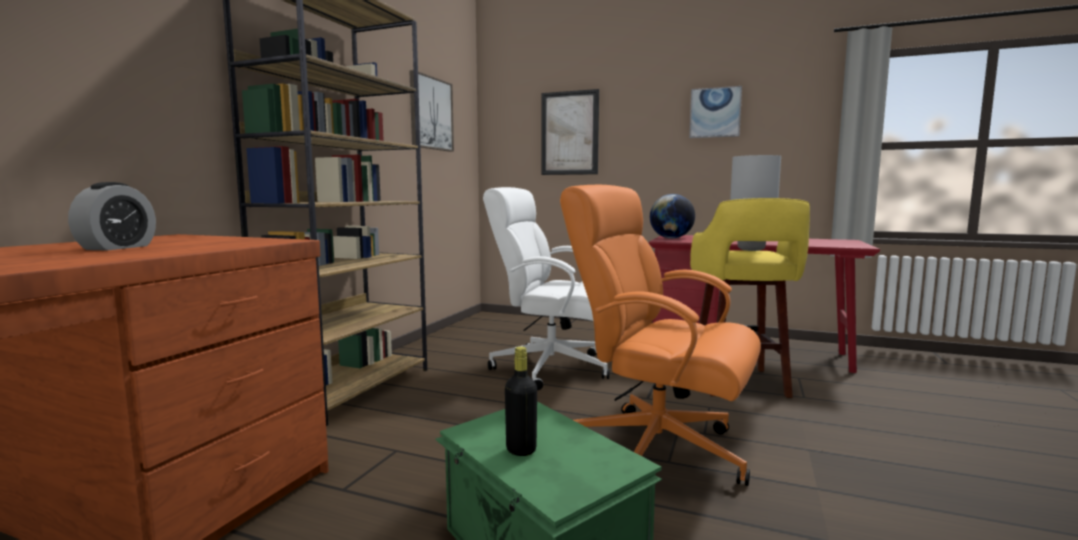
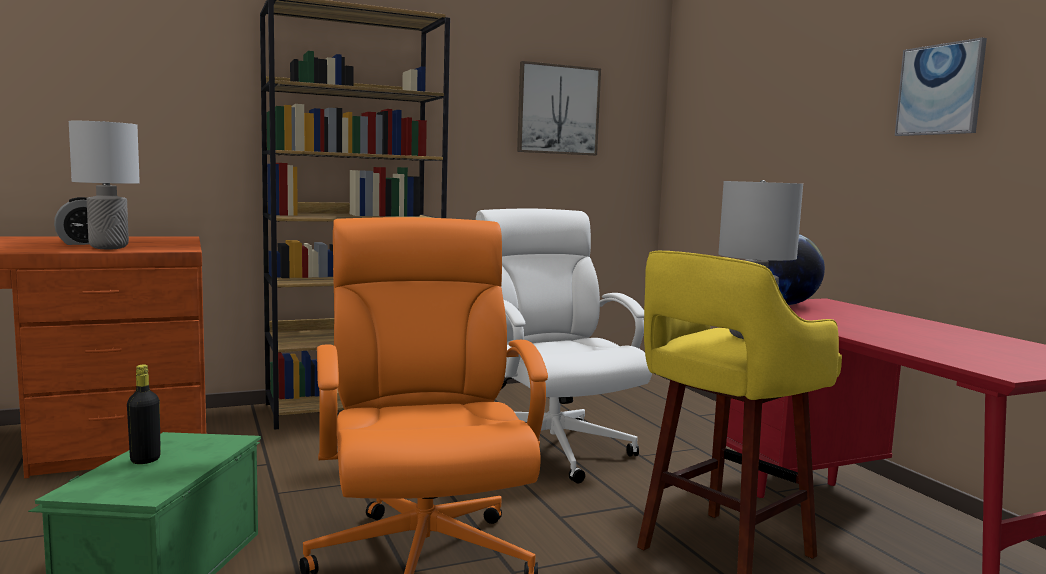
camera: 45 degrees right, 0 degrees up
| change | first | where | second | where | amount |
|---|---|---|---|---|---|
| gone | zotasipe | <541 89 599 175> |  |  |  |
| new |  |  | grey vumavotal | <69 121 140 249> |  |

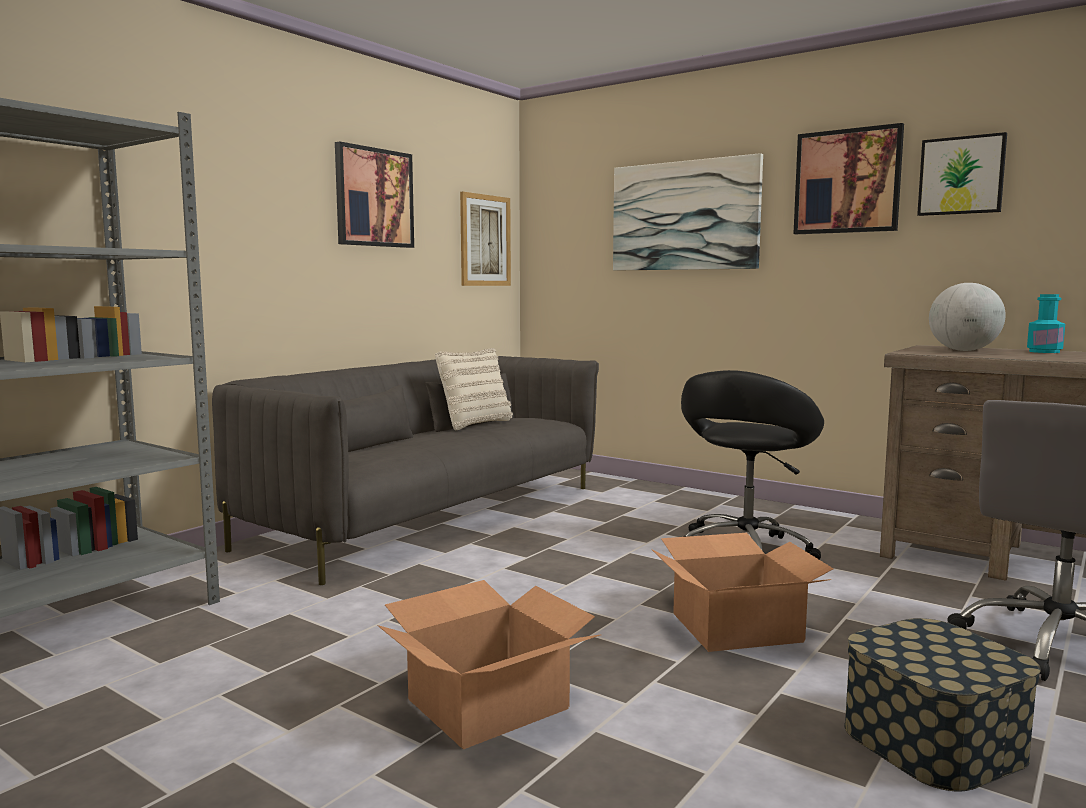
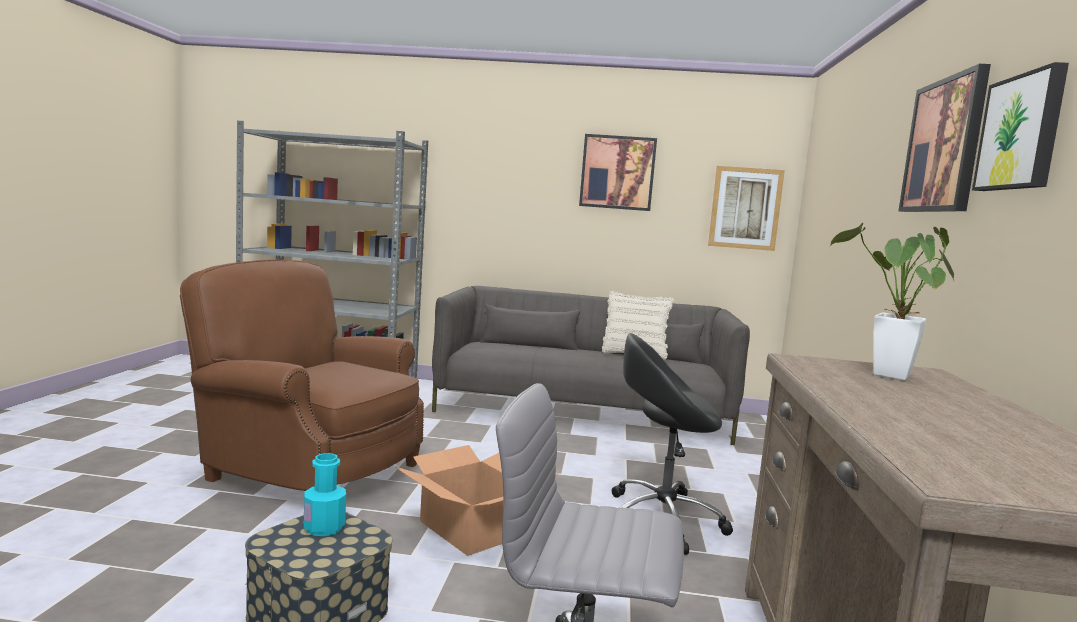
camera: 60 degrees right, 0 degrees up
| change | first | where | second | where | amount |
|---|---|---|---|---|---|
| gone | zotasipe | <613 153 763 271> |  |  |  |
| swapped | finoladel | <929 283 1006 351> | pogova | <829 223 955 381> |  |
| shifted | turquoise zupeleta | <1027 294 1065 353> |  | <304 453 346 536> |  |
| swapped | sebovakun | <377 580 600 749> | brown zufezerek | <180 260 424 491> |  |

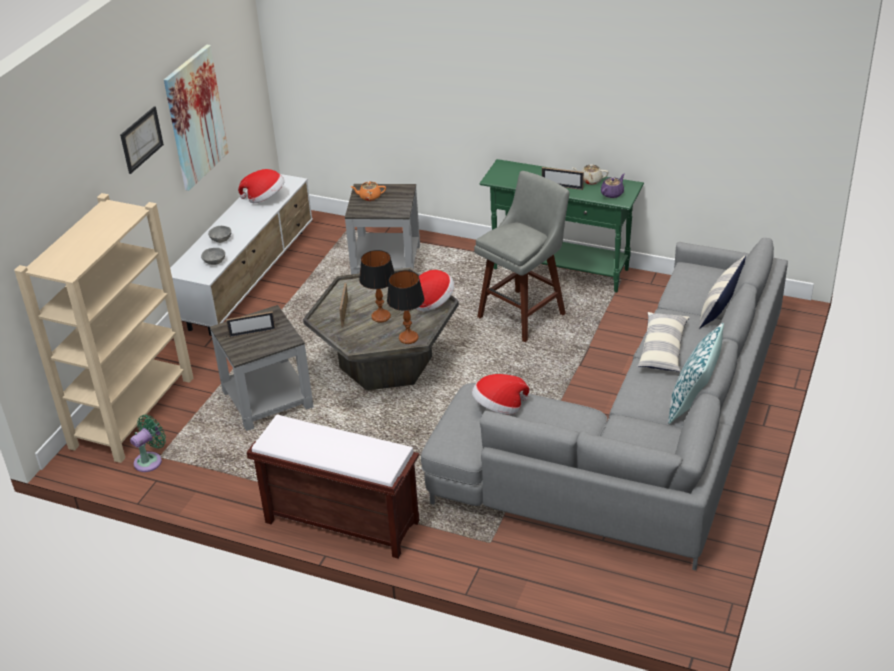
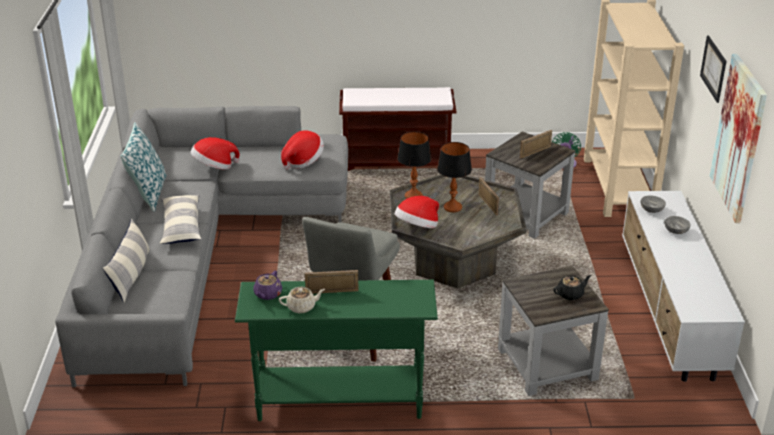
camera: 155 degrees right, 5 degrees down
| change | first | where | second | where | amount |
|---|---|---|---|---|---|
| shifted | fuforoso | <238 169 285 203> |  | <191 137 240 169> |  |
| repainted | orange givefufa | <351 182 386 201> | black givefufa | <553 275 591 300> |  |

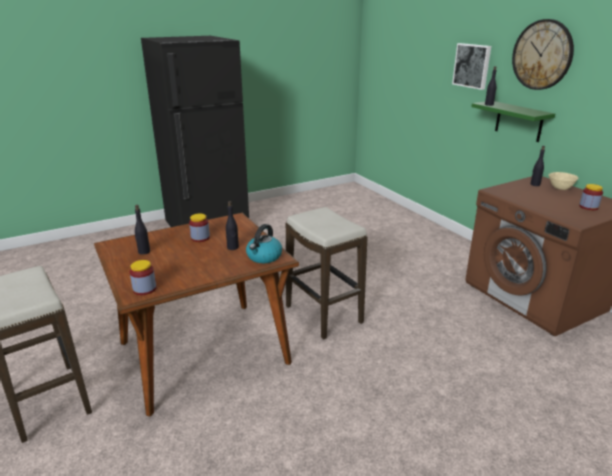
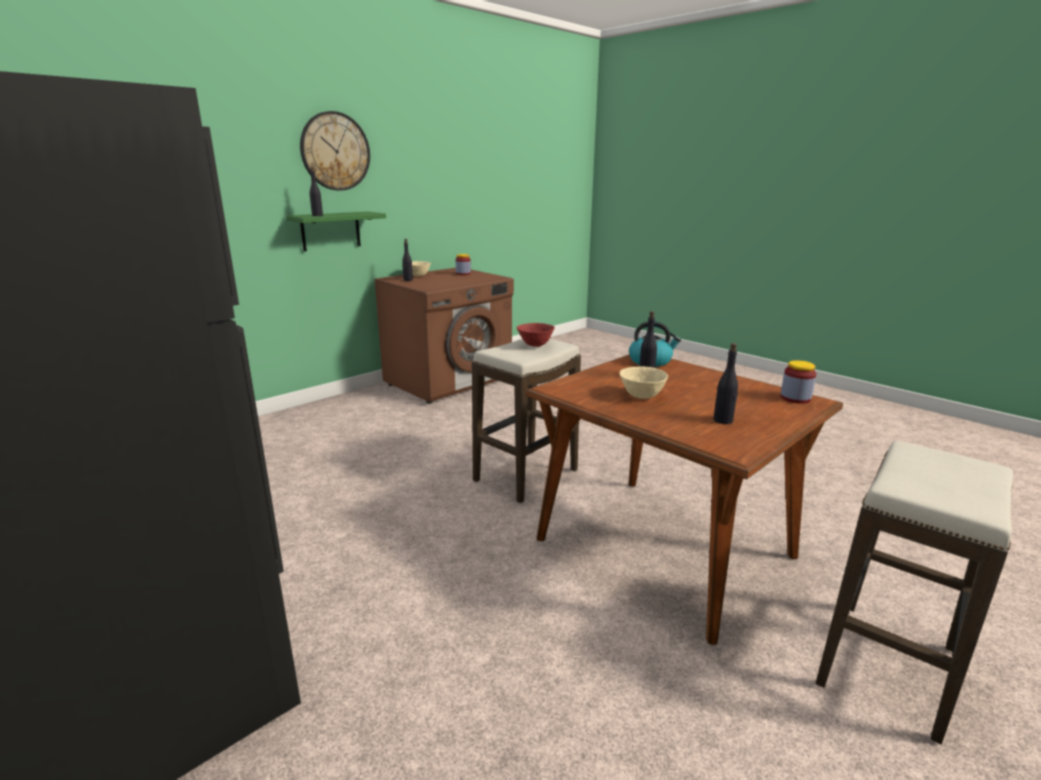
camera: 105 degrees left, 5 degrees down
| change | first | where | second | where | amount |
|---|---|---|---|---|---|
| gone | zotasipe | <452 43 491 90> |  |  |  |
| swapped | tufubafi | <189 214 210 242> | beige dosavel | <619 366 668 399> |  |
| new |  |  | red dosavel | <517 323 555 347> |  |

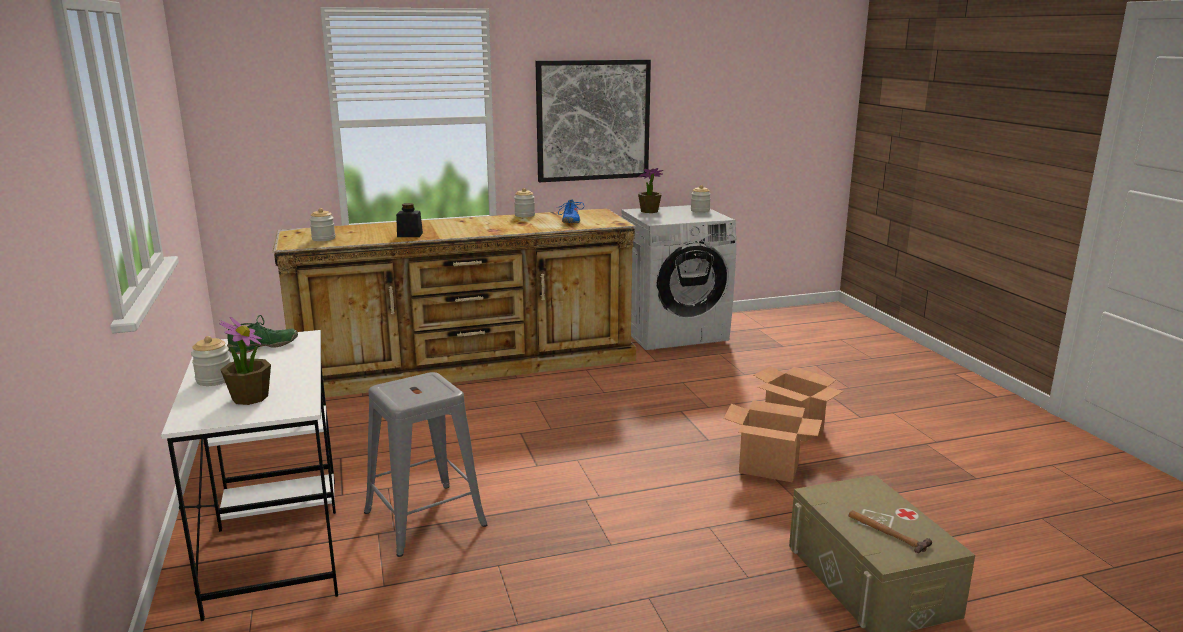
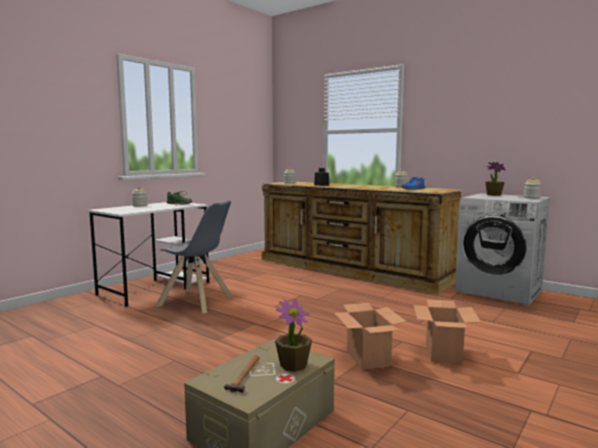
camera: 55 degrees right, 10 degrees down
| change | first | where | second | where | amount |
|---|---|---|---|---|---|
| gone | zotasipe | <535 59 651 182> |  |  |  |
| shifted | pogova | <219 317 271 405> |  | <275 299 312 372> |  |
| swapped | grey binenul | <364 372 487 557> | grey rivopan | <156 200 233 313> |  |

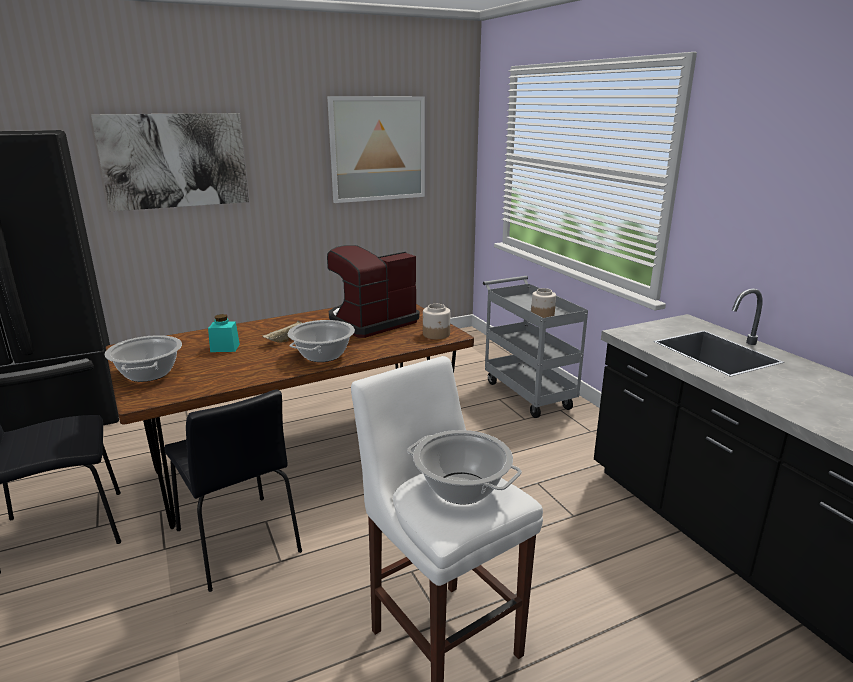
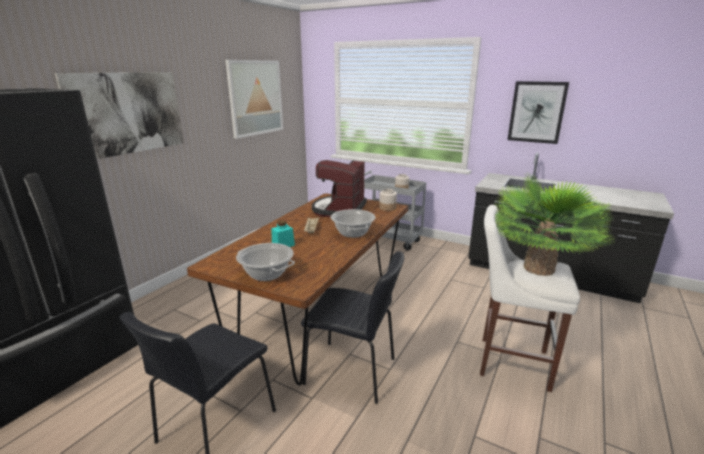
camera: 35 degrees left, 0 degrees up
| change | first | where | second | where | amount |
|---|---|---|---|---|---|
| swapped | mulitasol | <407 430 522 504> | pogova | <494 173 616 276> |  |
| new |  |  | zotasipe | <508 81 569 144> |  |

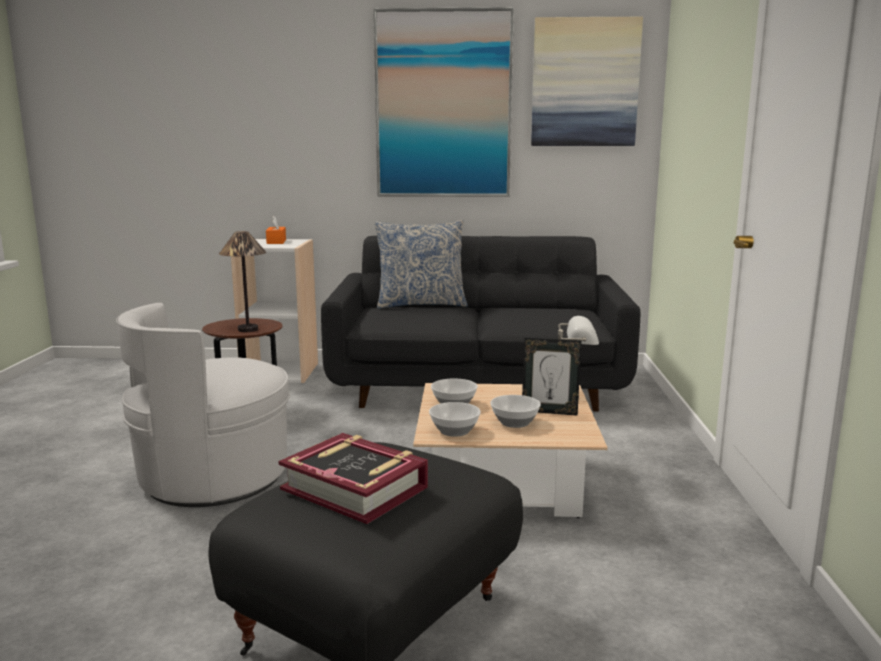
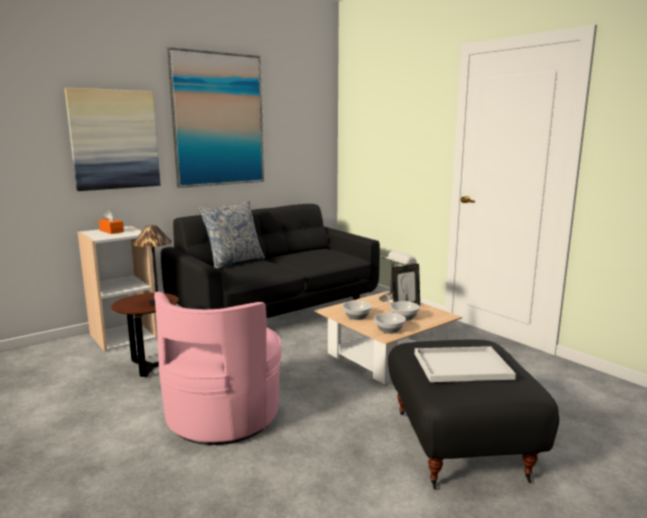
camera: 40 degrees left, 0 degrees up
| change | first | where | second | where | amount |
|---|---|---|---|---|---|
| shifted | zotasipe | <531 17 643 146> |  | <64 88 160 191> |  |
| repainted | white zufezerek | <116 303 290 507> | pink zufezerek | <154 292 282 445> |  |
| swapped | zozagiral | <279 433 428 524> | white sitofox | <415 346 516 382> |  |

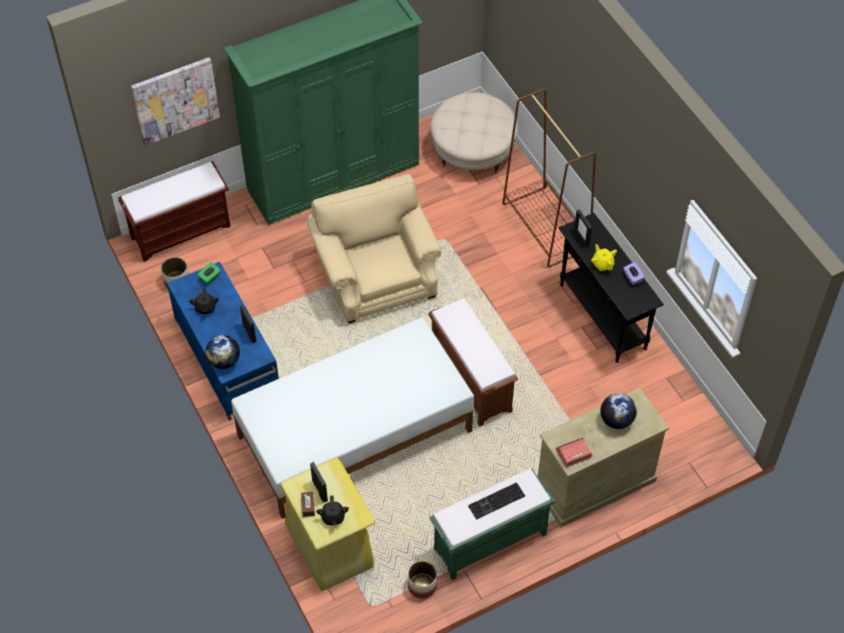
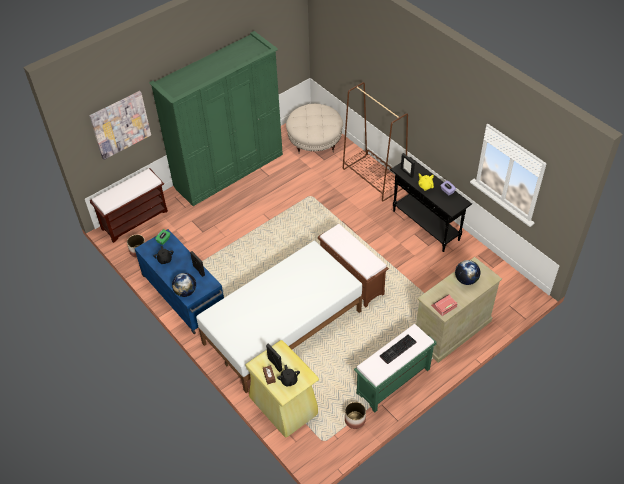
camera: 10 degrees left, 5 degrees down
| change | first | where | second | where | amount |
|---|---|---|---|---|---|
| gone | beige zufezerek | <307 174 442 324> |  |  |  |

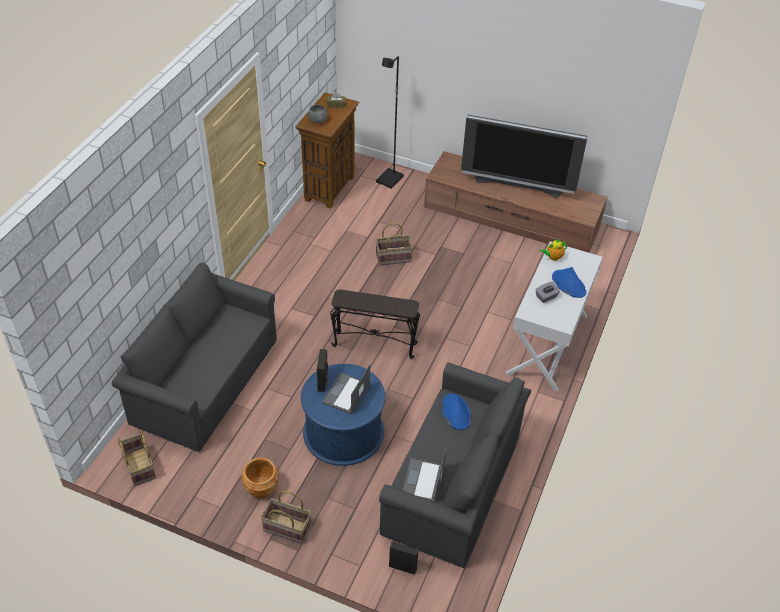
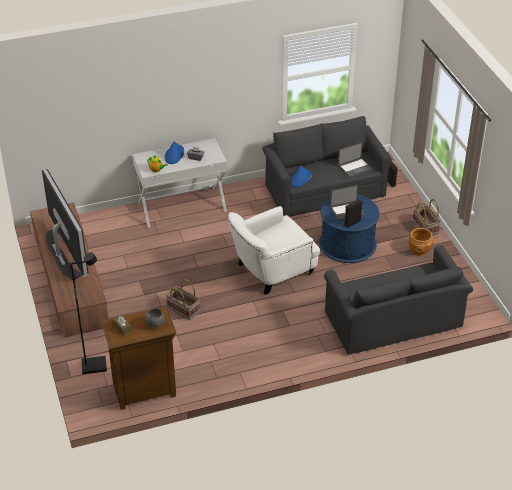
camera: 130 degrees left, 5 degrees down
| change | first | where | second | where | amount |
|---|---|---|---|---|---|
| swapped | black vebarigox | <330 289 420 359> | white zufezerek | <228 206 320 295> |  |
| gone | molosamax | <118 430 156 486> |  |  |  |

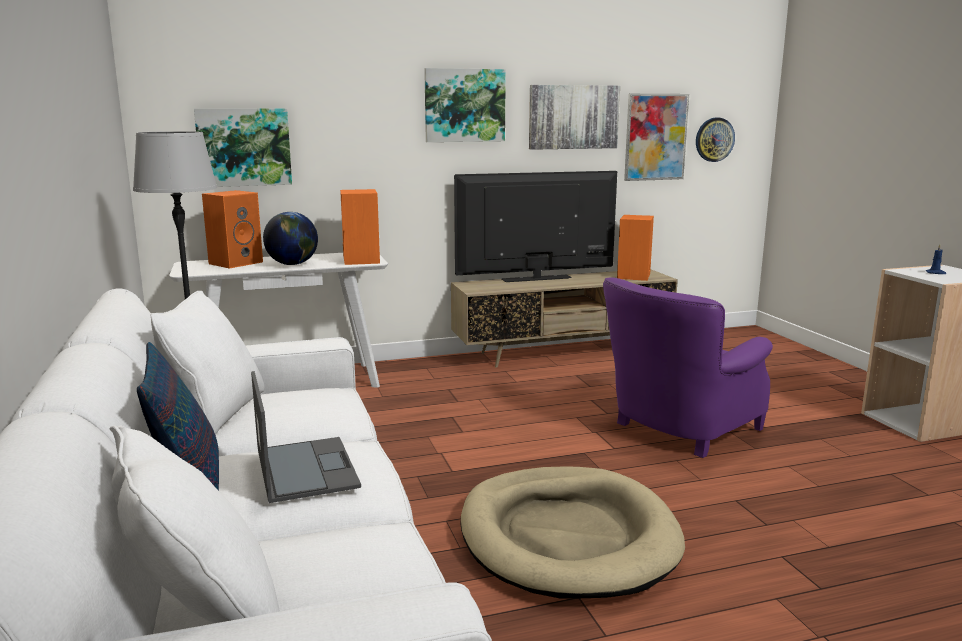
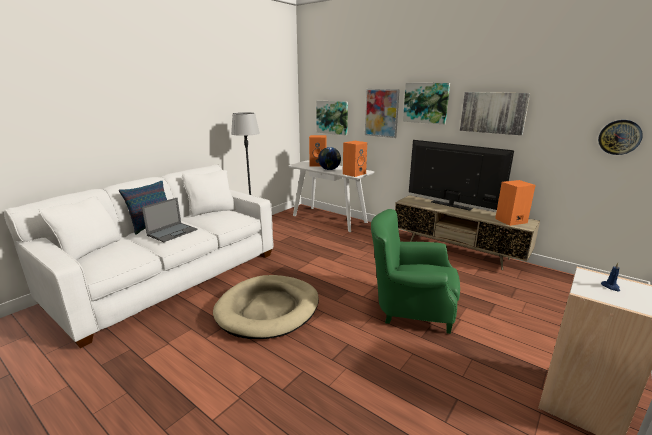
camera: 55 degrees right, 5 degrees up
| change | first | where | second | where | amount |
|---|---|---|---|---|---|
| shifted | zotasipe | <624 94 689 181> |  | <365 89 400 138> |  |
| repainted | purple zufezerek | <603 277 773 458> | green zufezerek | <371 209 460 334> |  |

